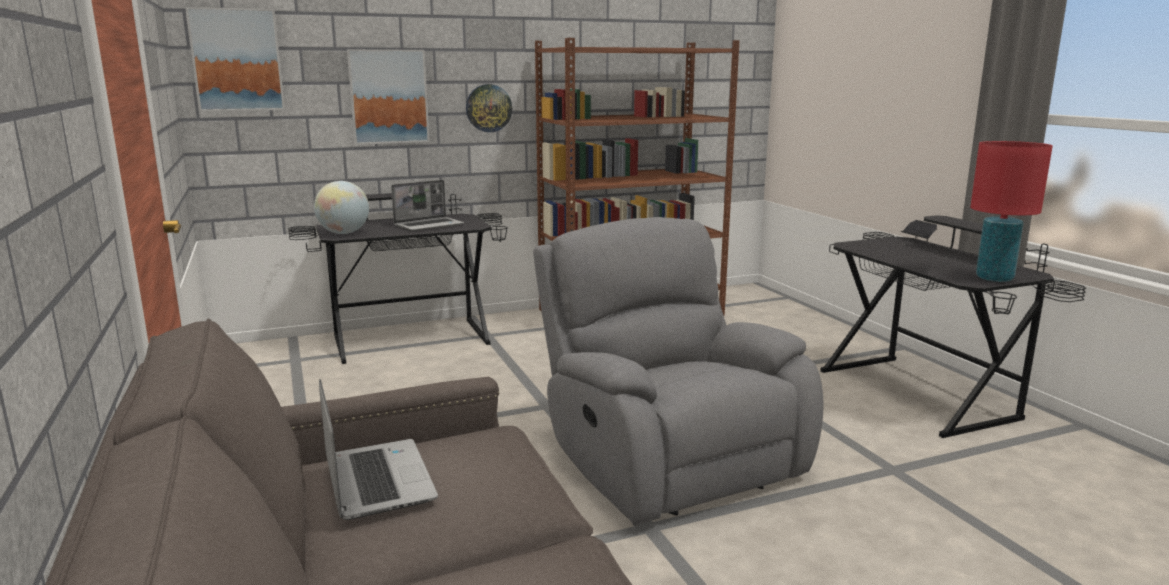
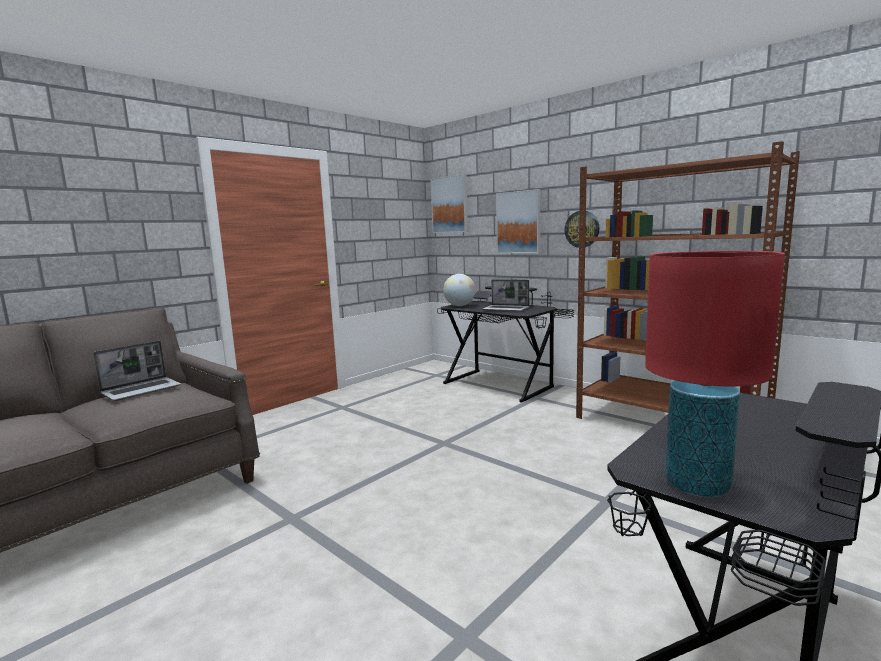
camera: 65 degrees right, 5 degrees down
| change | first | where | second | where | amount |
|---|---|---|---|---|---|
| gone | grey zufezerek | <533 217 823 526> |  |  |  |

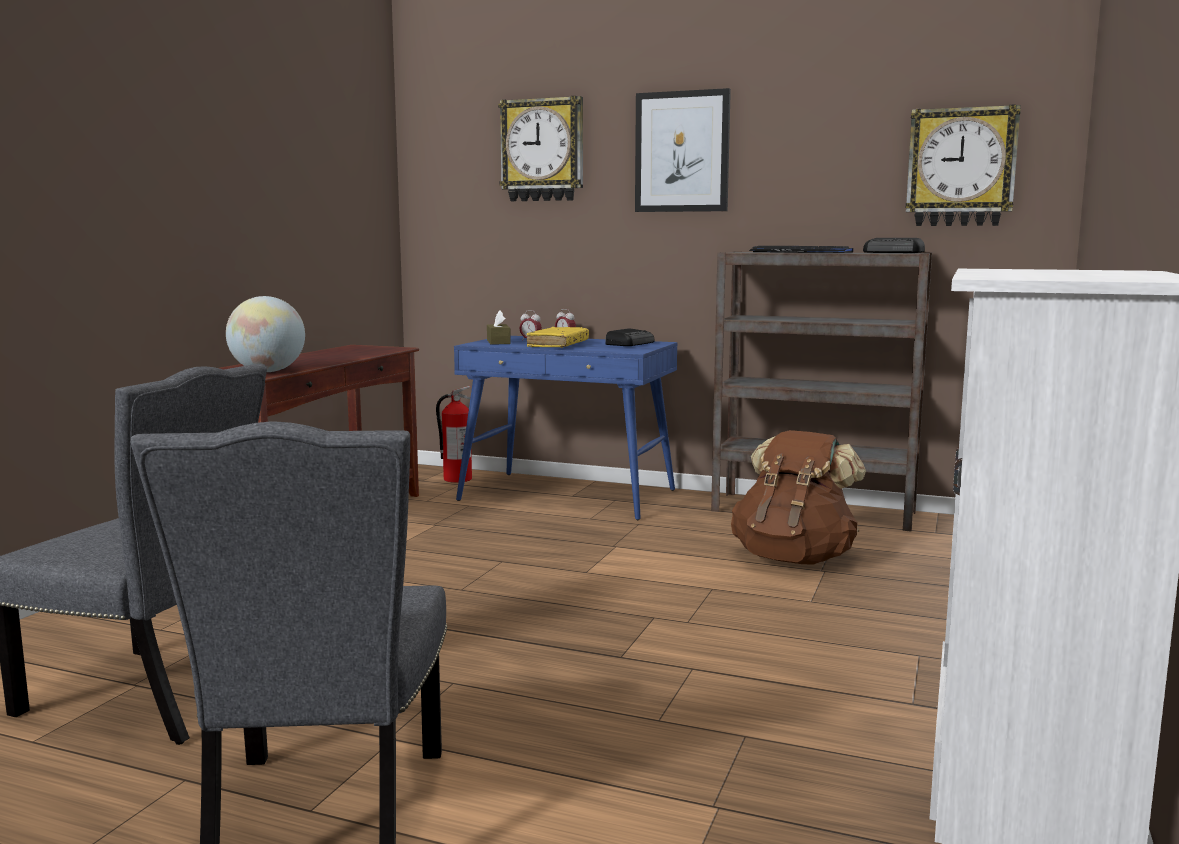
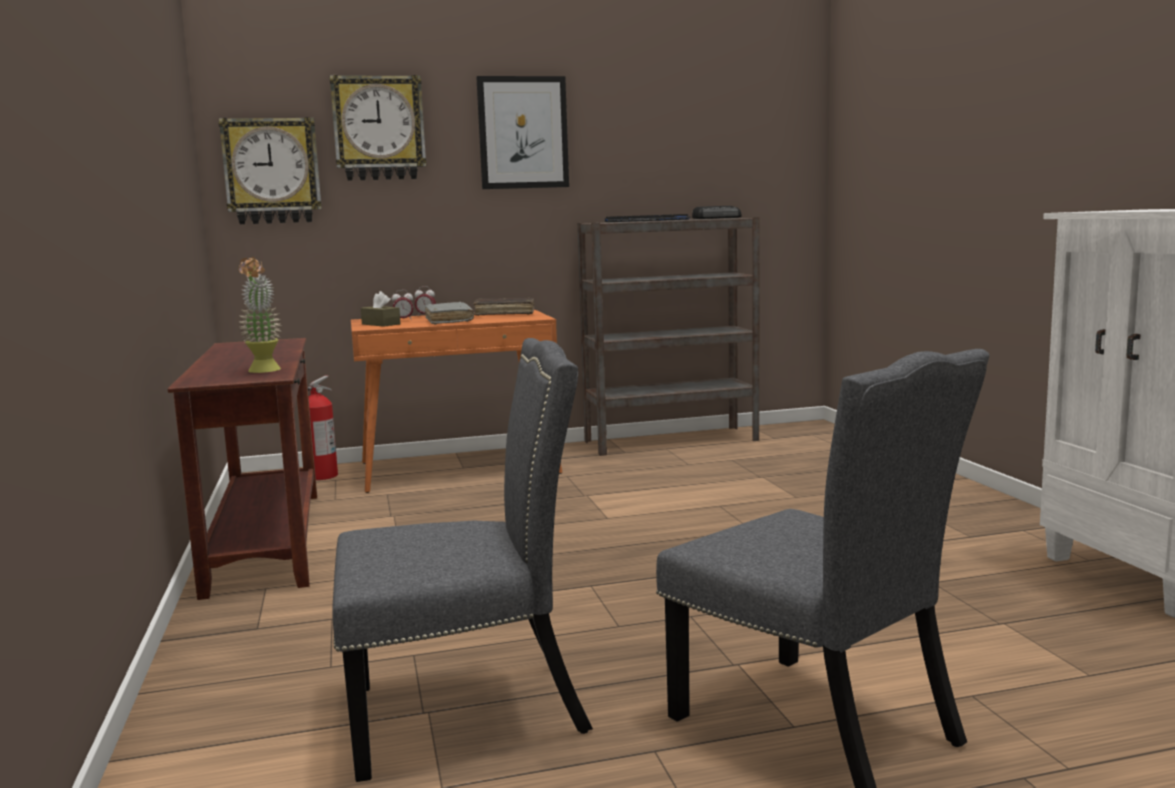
camera: 35 degrees left, 0 degrees up
| change | first | where | second | where | amount |
|---|---|---|---|---|---|
| shifted | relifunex | <906 104 1021 226> |  | <218 117 322 224> |  |
| swapped | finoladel | <226 296 305 372> | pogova | <238 257 281 373> |  |
| repainted | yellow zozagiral | <526 327 589 348> | grey zozagiral | <425 302 474 324> |  |
| swapped | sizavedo | <605 328 655 346> | brown zozagiral | <473 298 534 316> |  |
| repainted | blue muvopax | <454 336 677 520> | orange muvopax | <351 309 562 493> |  |
| gone | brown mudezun | <731 430 866 564> |  |  |  |

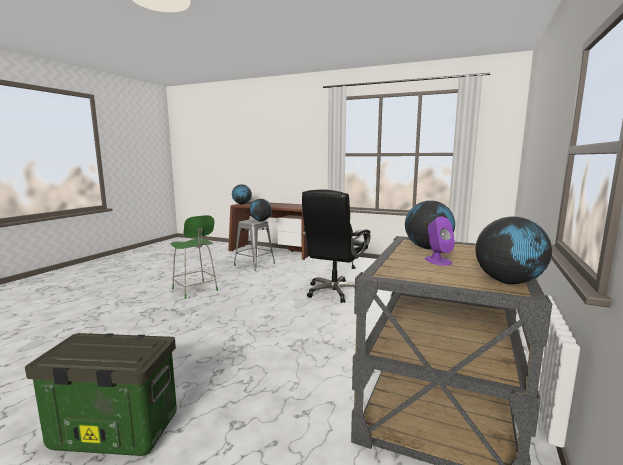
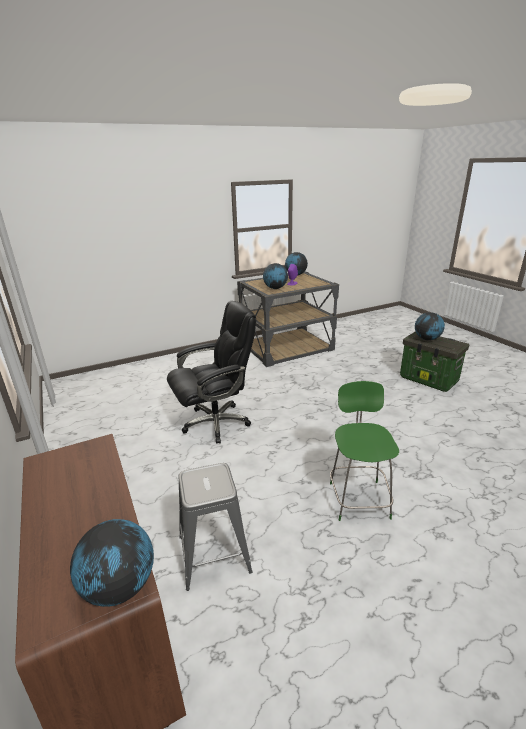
camera: 140 degrees left, 15 degrees up
| change | first | where | second | where | amount |
|---|---|---|---|---|---|
| shifted | finoladel | <250 199 272 221> |  | <415 312 445 340> |  |

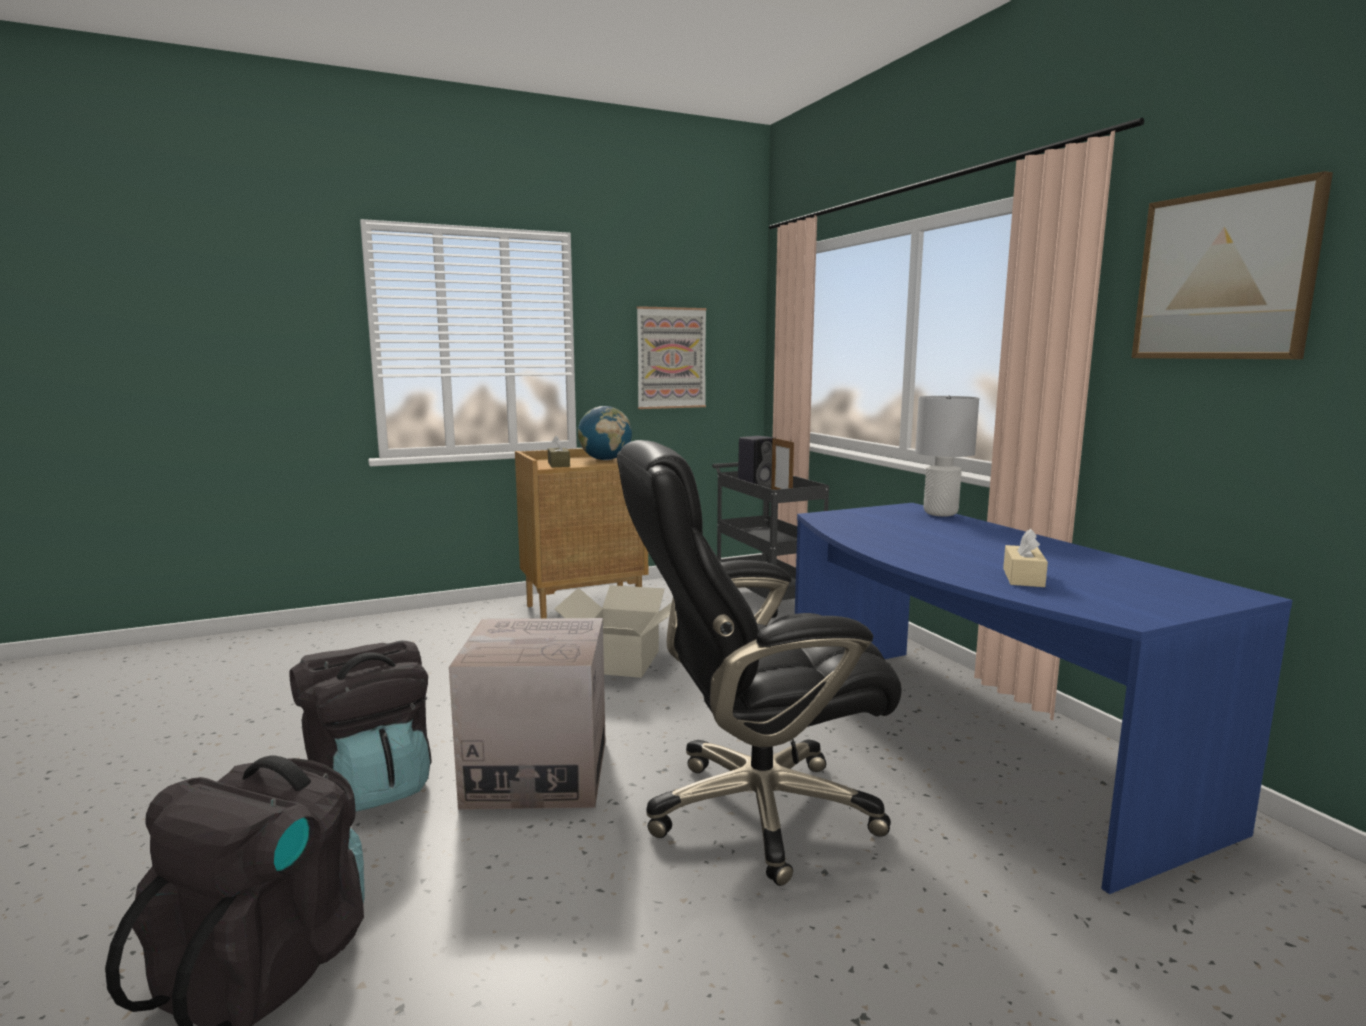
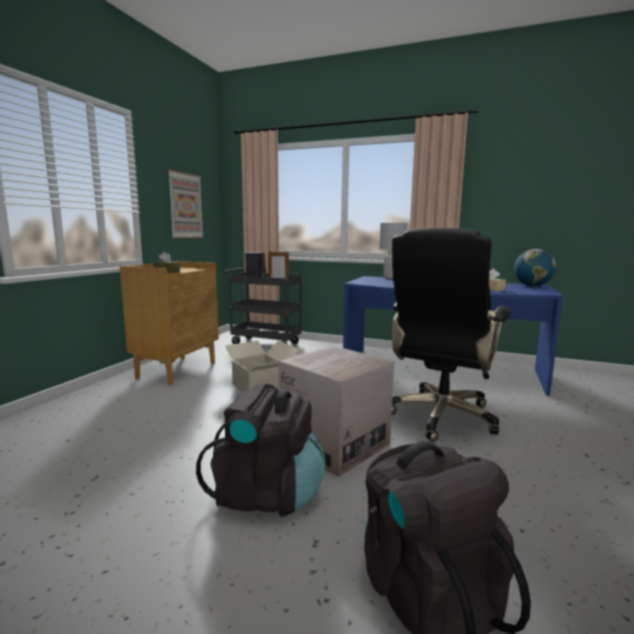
camera: 45 degrees left, 0 degrees up
| change | first | where | second | where | amount |
|---|---|---|---|---|---|
| gone | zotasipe | <1131 171 1333 359> |  |  |  |
| shifted | finoladel | <578 406 632 460> |  | <514 249 556 286> |  |

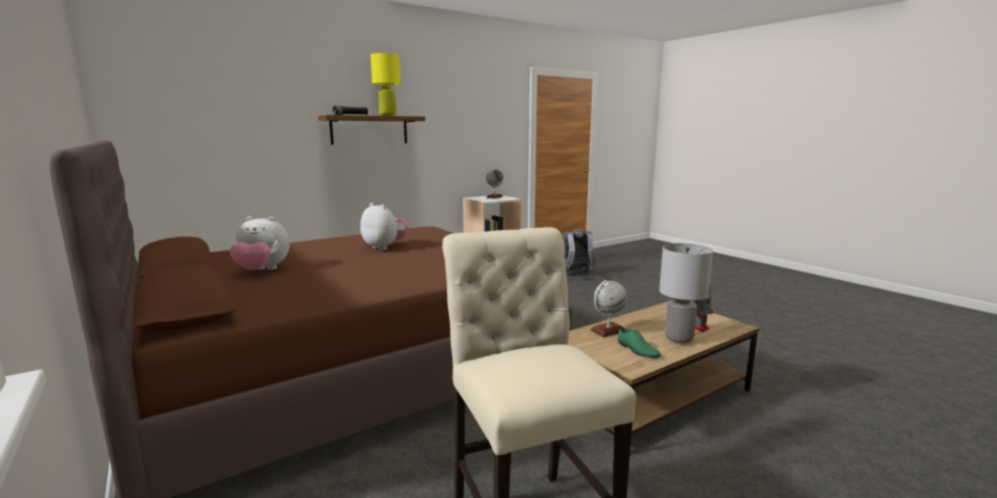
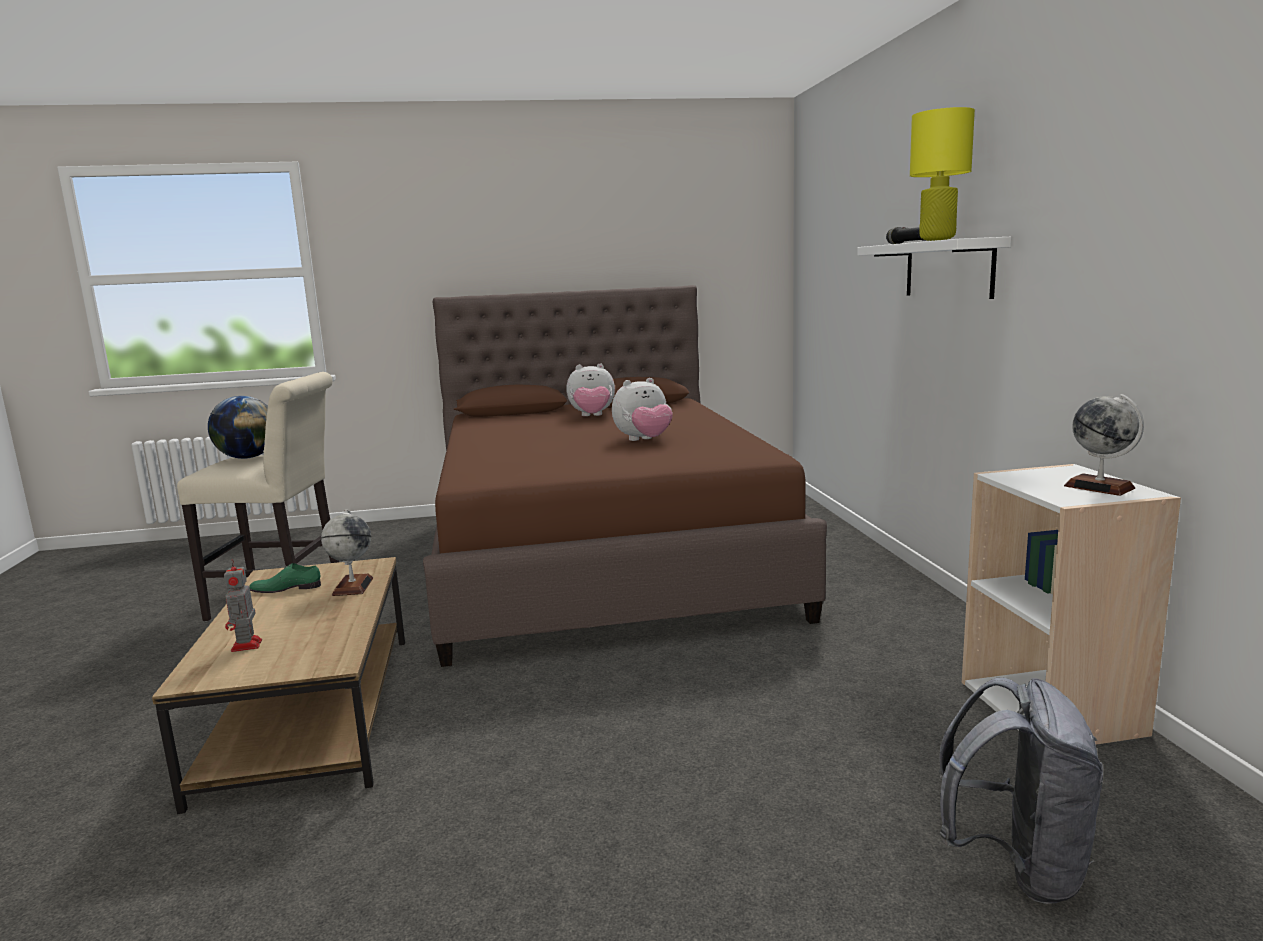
camera: 115 degrees right, 0 degrees up
| change | first | where | second | where | amount |
|---|---|---|---|---|---|
| repainted | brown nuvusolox | <318 115 425 145> | white nuvusolox | <857 237 1011 299> |  |
| rotated | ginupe | <230 216 290 270> |  | <566 363 615 416> | 120 degrees counterclockwise |
| gone | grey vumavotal | <659 243 713 343> |  |  |  |
| new |  |  | finoladel | <208 396 268 459> |  |

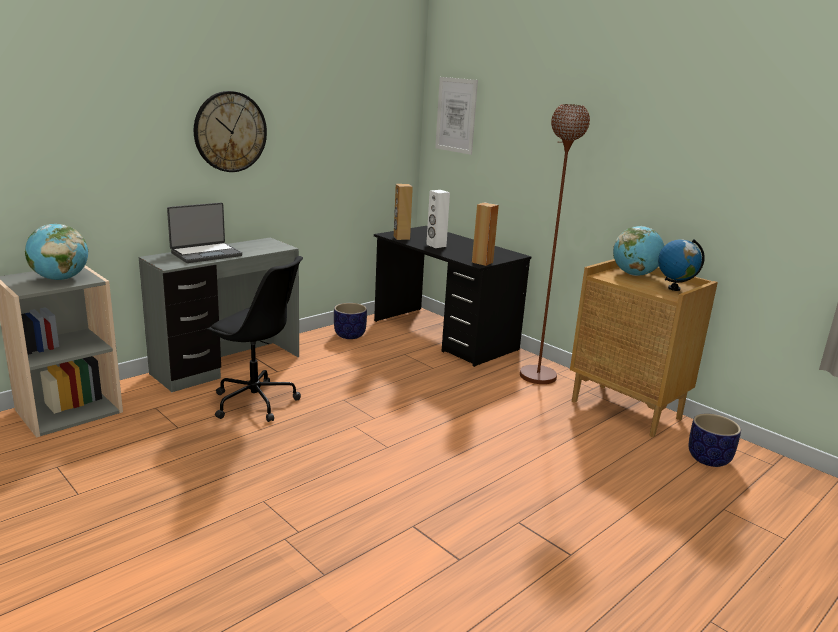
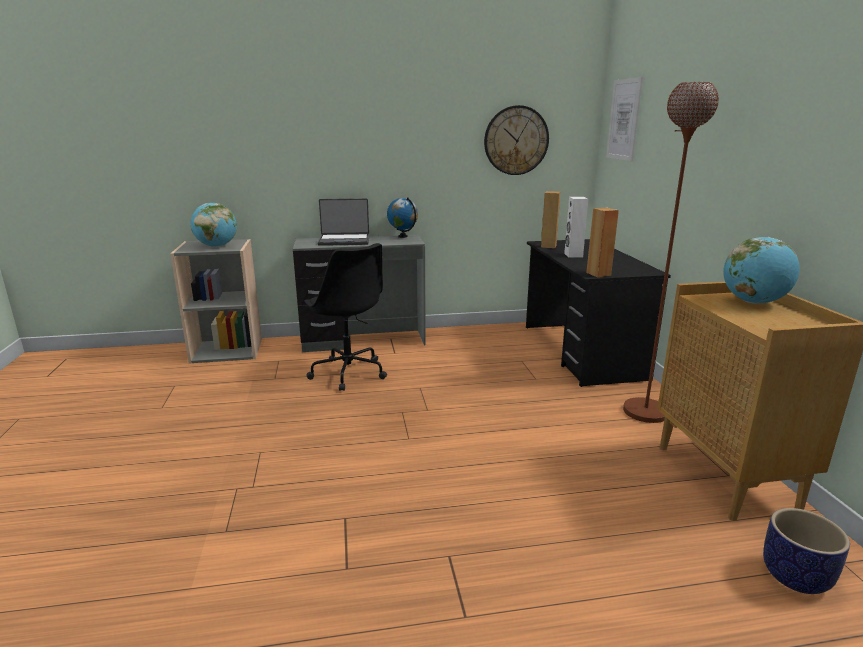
camera: 35 degrees right, 0 degrees up
| change | first | where | second | where | amount |
|---|---|---|---|---|---|
| shifted | relifunex | <194 91 267 172> |  | <484 105 549 175> |  |
| shifted | finoladel | <658 239 705 291> |  | <387 197 418 238> |  |
| gone | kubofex | <334 303 367 339> |  |  |  |

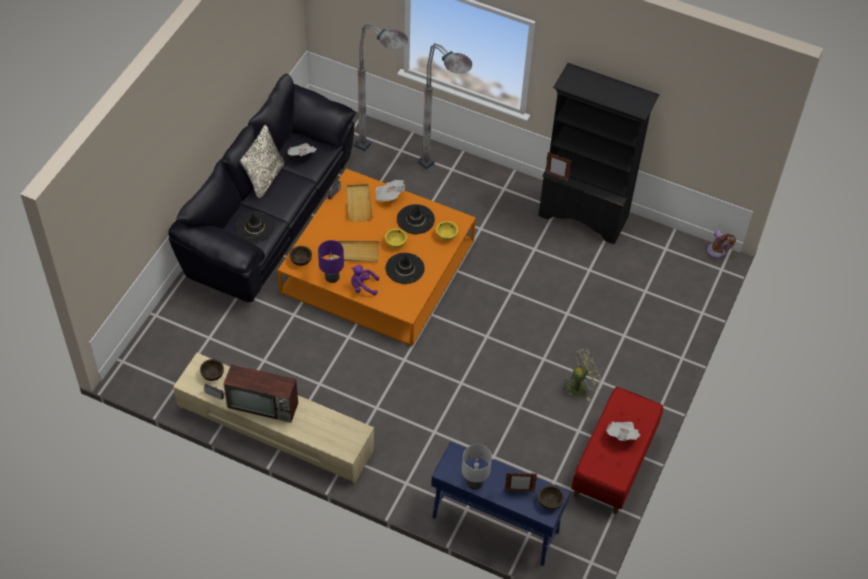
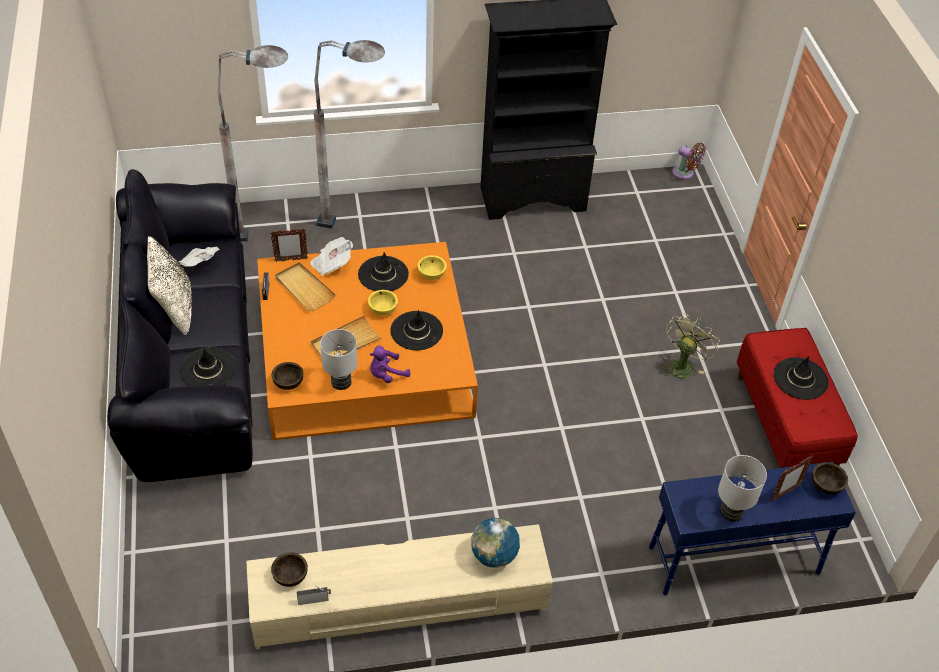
camera: 35 degrees left, 5 degrees down
| change | first | where | second | where | amount |
|---|---|---|---|---|---|
| shifted | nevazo | <545 153 572 181> |  | <270 228 308 262> |  |
| repainted | purple vumavotal | <318 240 344 283> | grey vumavotal | <320 329 358 390> |  |
| gone | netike | <223 364 298 423> |  |  |  |
| swapped | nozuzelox | <606 422 641 441> | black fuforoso | <774 356 829 400> |  |
| new |  |  | finoladel | <471 518 520 568> |  |

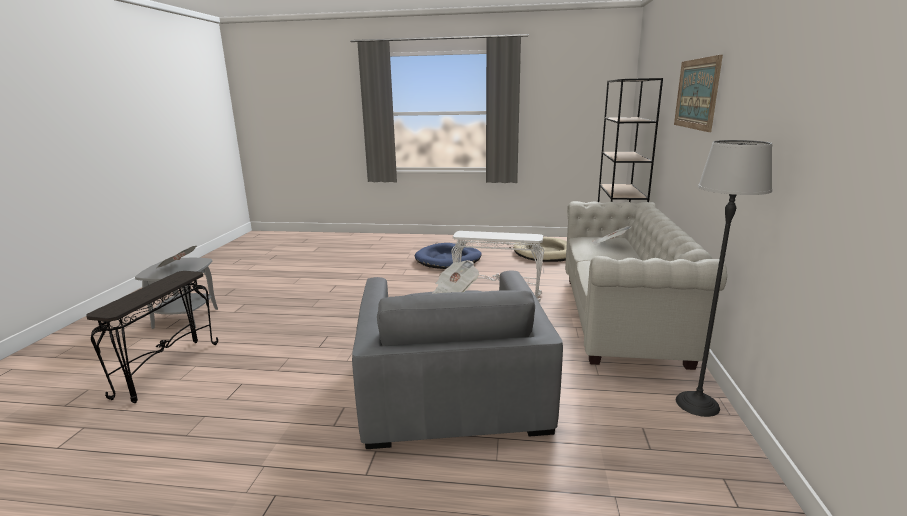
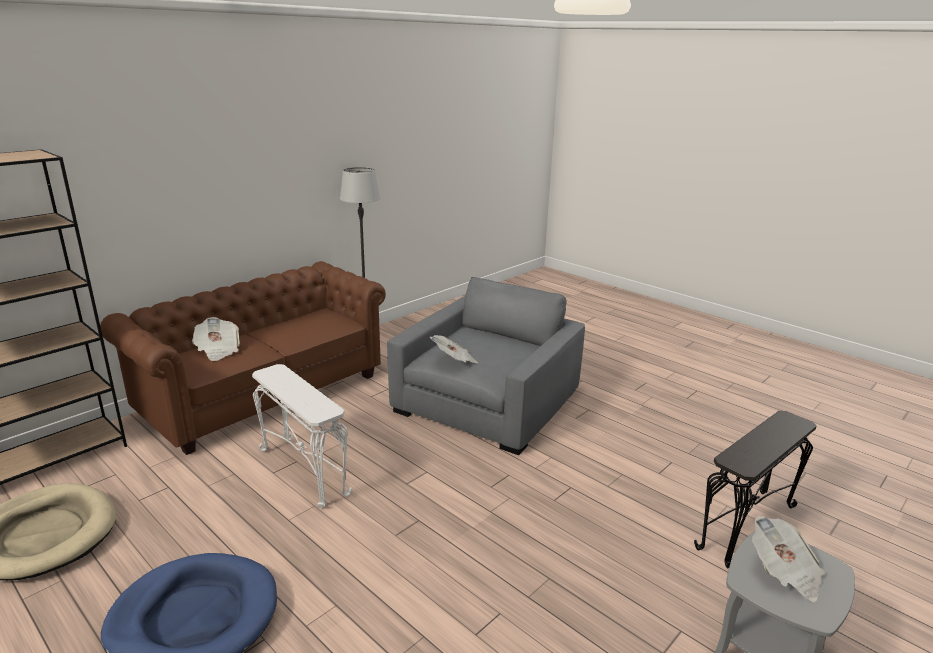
camera: 145 degrees left, 5 degrees up
| change | first | where | second | where | amount |
|---|---|---|---|---|---|
| gone | zotasipe | <674 55 723 132> |  |  |  |
| repainted | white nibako | <565 201 727 370> | brown nibako | <100 261 386 455> |  |

